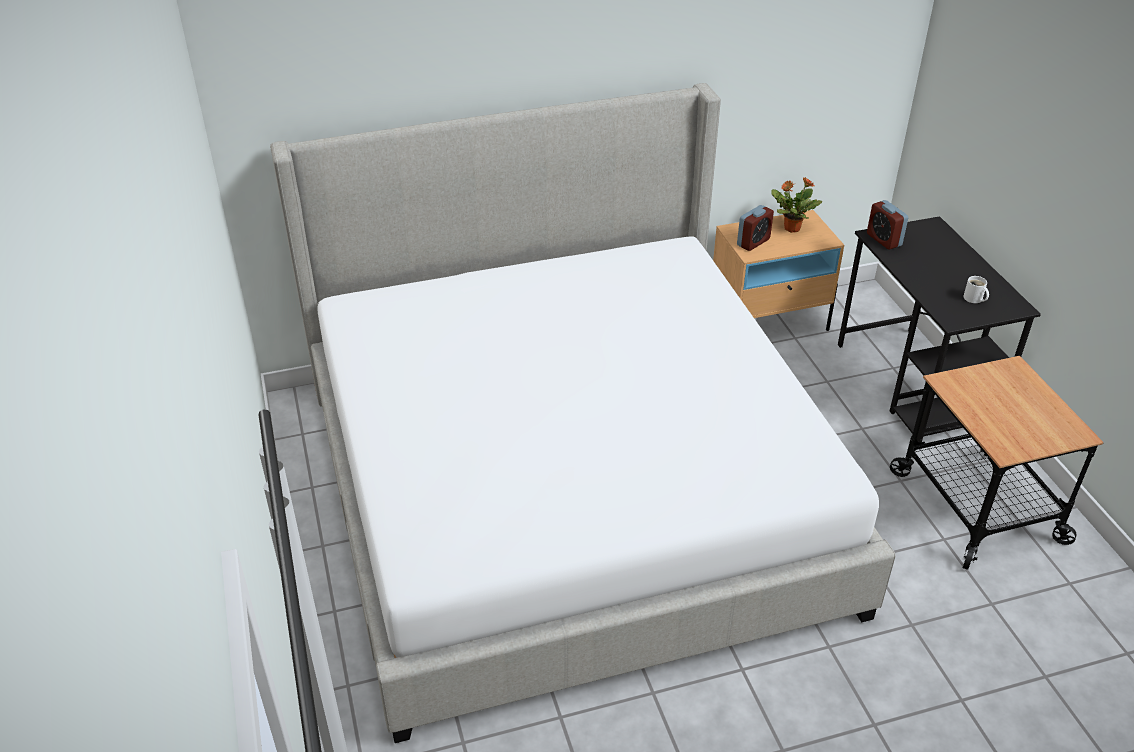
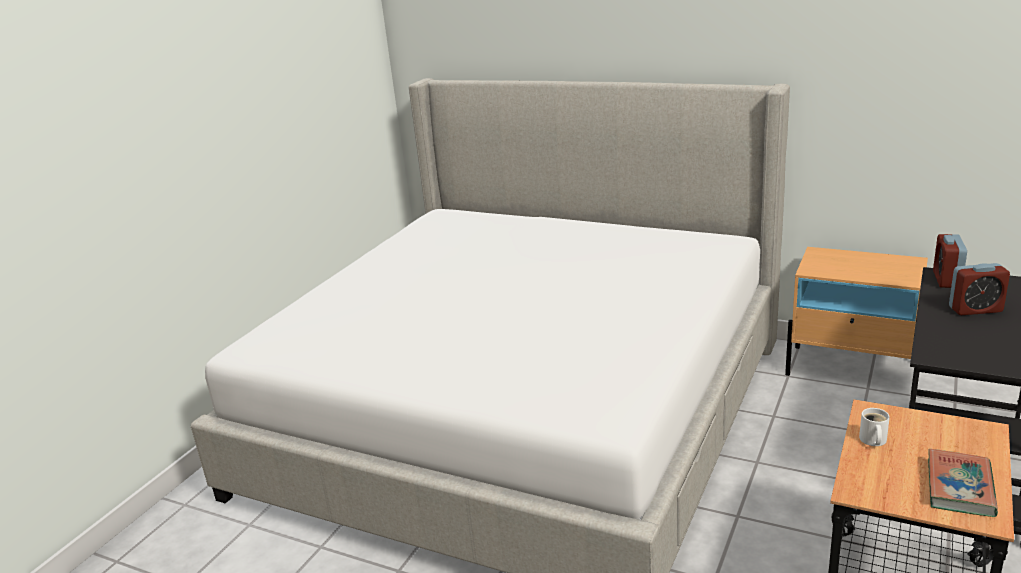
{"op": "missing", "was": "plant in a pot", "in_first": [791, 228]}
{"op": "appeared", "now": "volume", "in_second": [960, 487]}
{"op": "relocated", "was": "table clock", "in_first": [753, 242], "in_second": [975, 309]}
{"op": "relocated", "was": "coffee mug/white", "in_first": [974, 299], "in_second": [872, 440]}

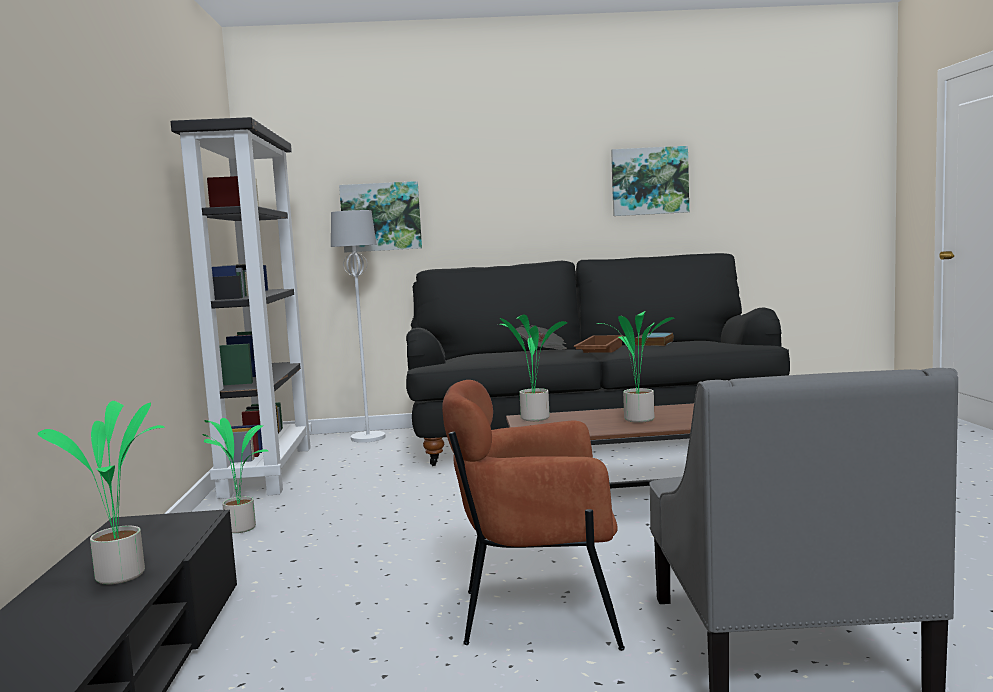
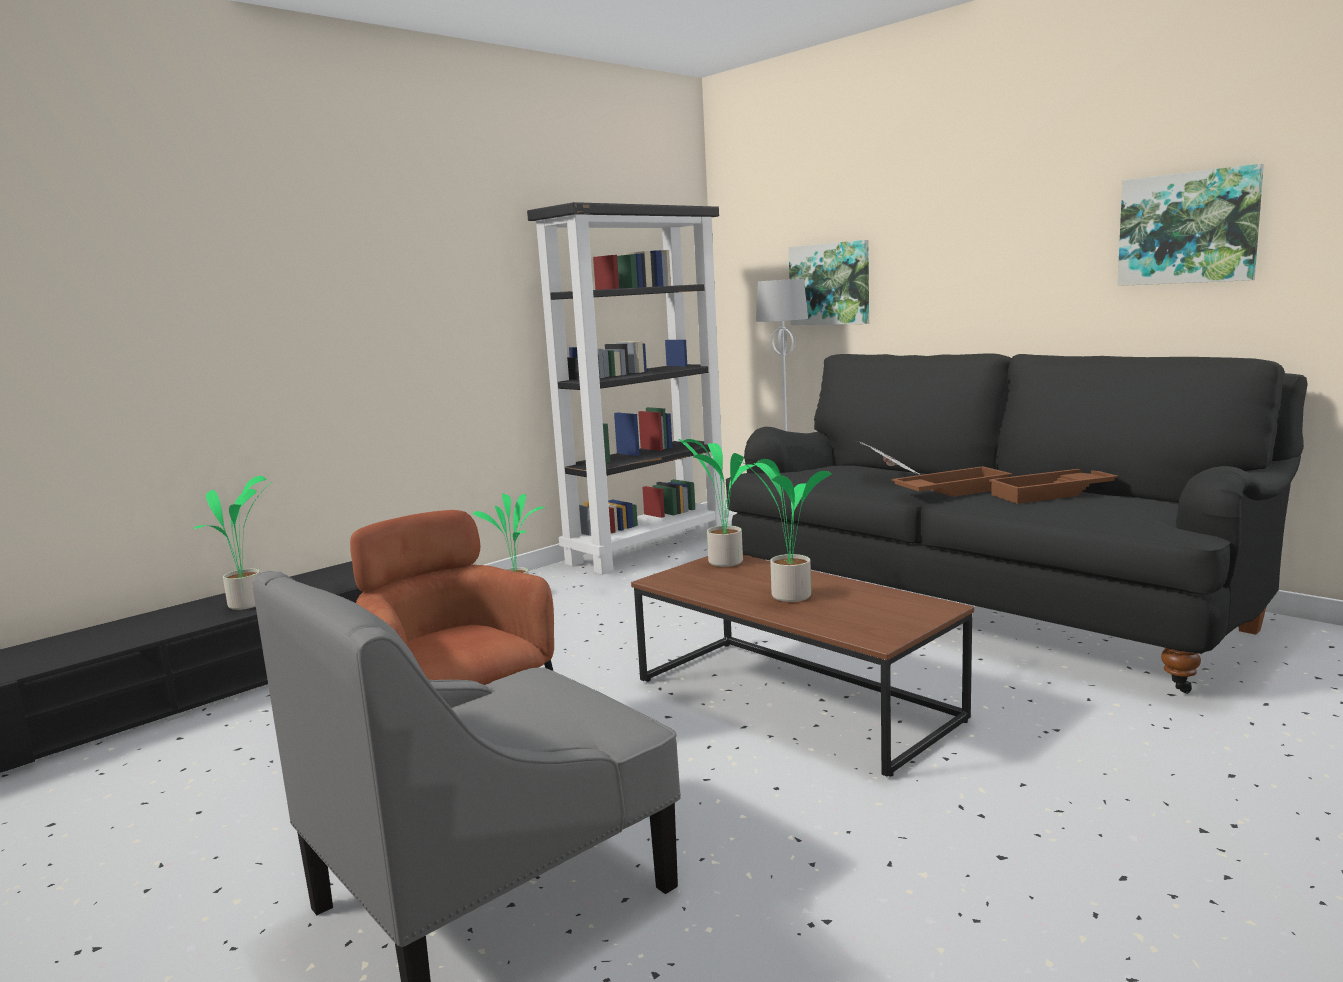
{"op": "exchanged", "was": "volume", "now": "serving tray/brown-coloured", "in_first": [654, 343], "in_second": [1052, 493]}

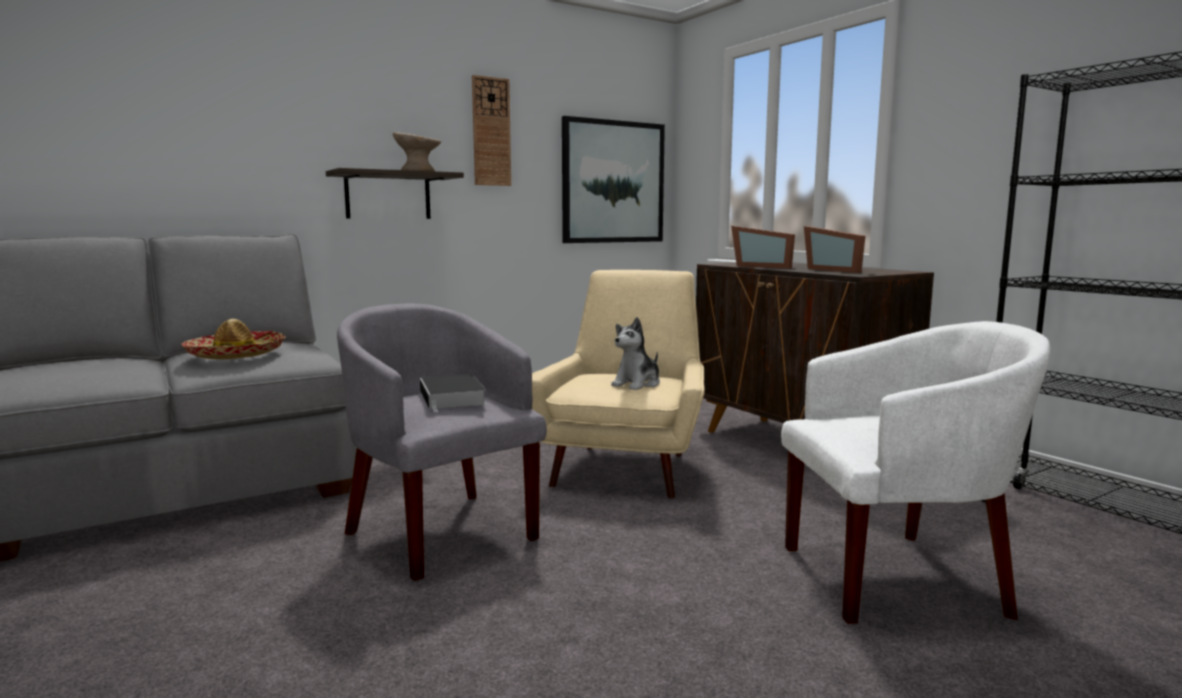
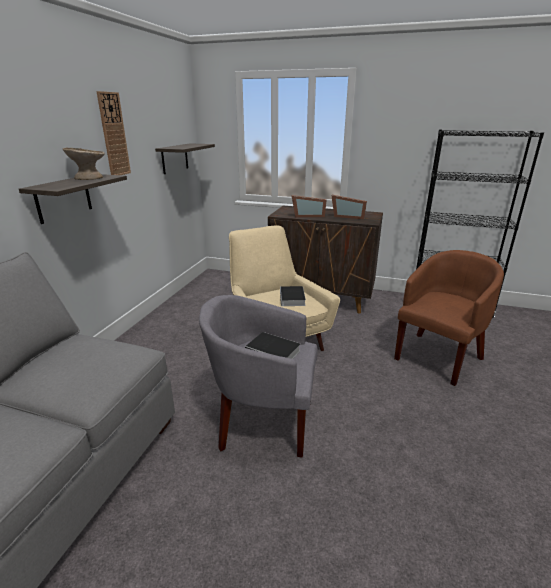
{"op": "missing", "was": "hat", "in_first": [236, 355]}
{"op": "exchanged", "was": "wall picture", "now": "shelf", "in_first": [613, 182], "in_second": [174, 158]}
{"op": "exchanged", "was": "cuddly toy", "now": "volume", "in_first": [637, 384], "in_second": [292, 299]}
{"op": "colour", "was": "armchair/white", "now": "armchair/brown-coloured", "in_first": [897, 577], "in_second": [438, 356]}

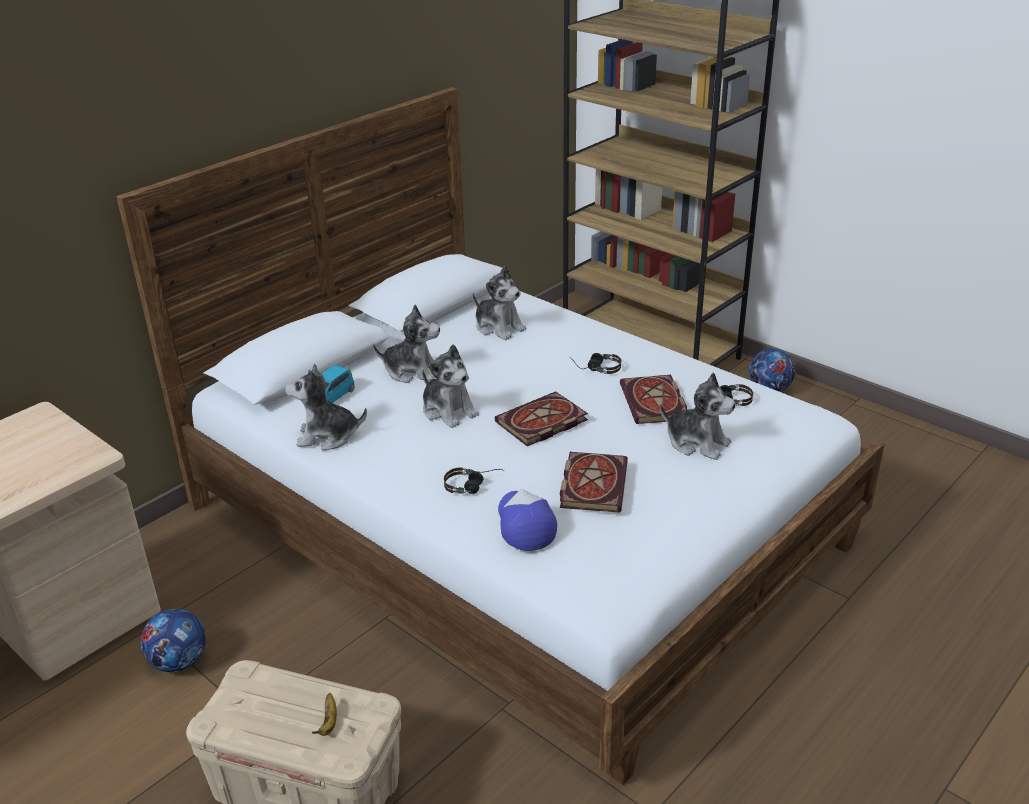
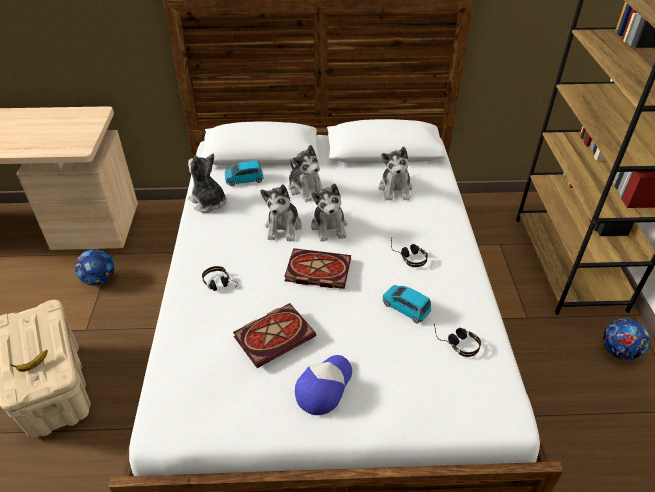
{"op": "relocated", "was": "baseball cap", "in_first": [524, 524], "in_second": [324, 386]}
{"op": "relocated", "was": "cuddly toy", "in_first": [697, 443], "in_second": [329, 227]}
{"op": "exchanged", "was": "volume", "now": "toy car/bluish", "in_first": [655, 403], "in_second": [405, 308]}

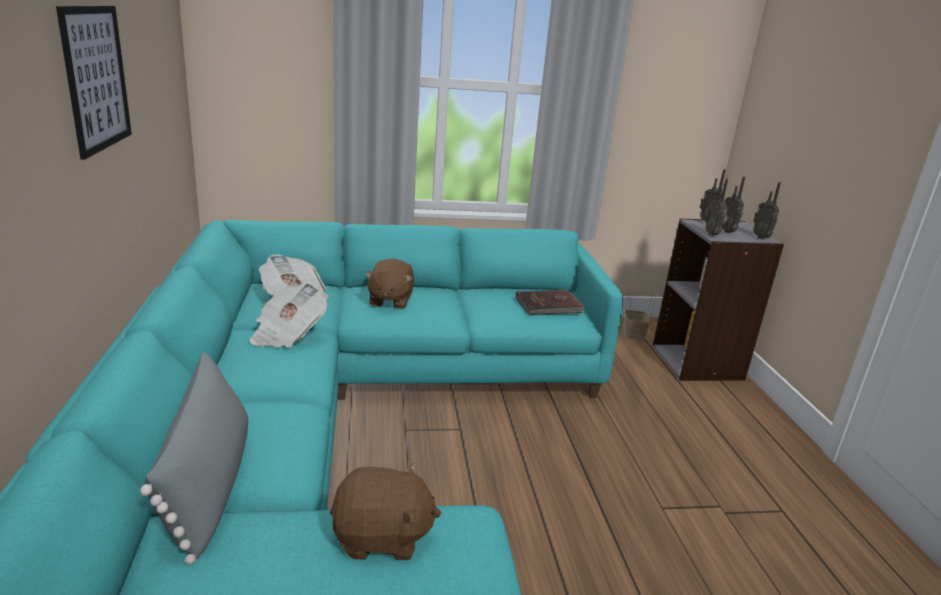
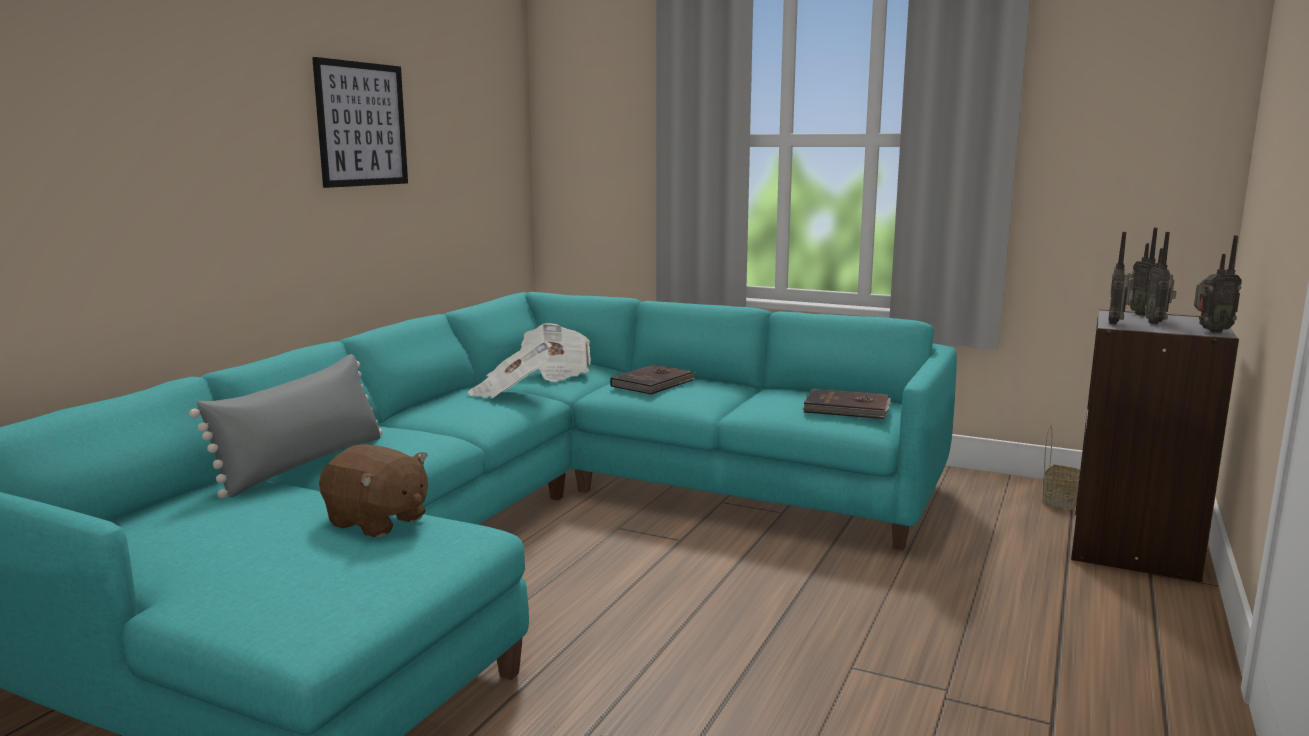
{"op": "exchanged", "was": "cuddly toy/brown-coloured", "now": "volume/brown-coloured", "in_first": [390, 300], "in_second": [654, 383]}
{"op": "spun", "was": "radio set", "in_first": [761, 237], "in_second": [1210, 331], "clockwise": -105}

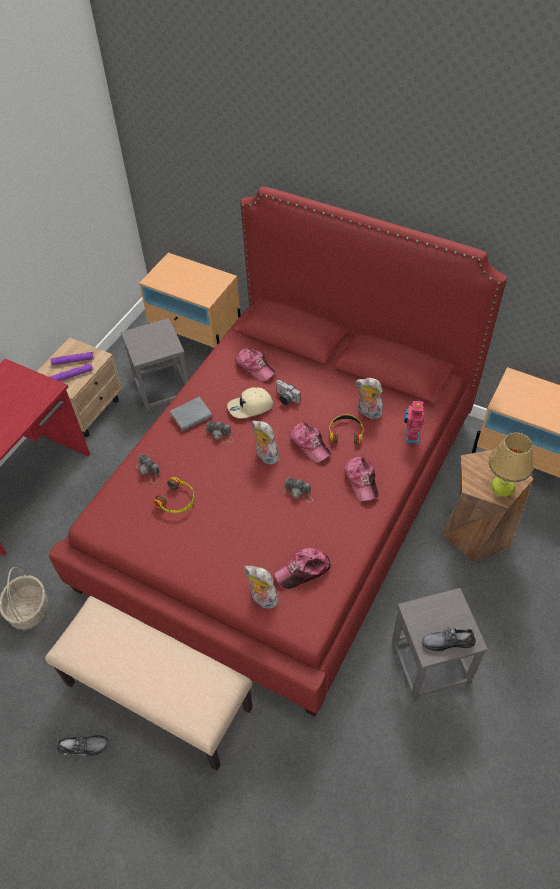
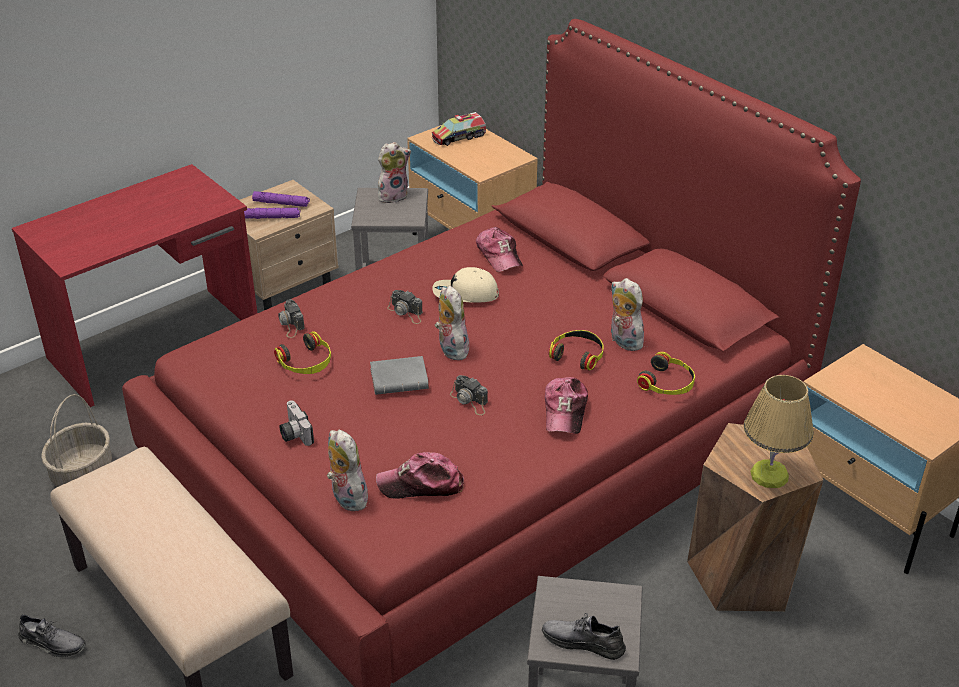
{"op": "missing", "was": "baseball cap", "in_first": [309, 444]}
{"op": "appeared", "now": "cuddly toy", "in_second": [393, 196]}
{"op": "appeared", "now": "toy lorry", "in_second": [459, 137]}
{"op": "relocated", "was": "volume/greyish", "in_first": [191, 415], "in_second": [400, 379]}
{"op": "relocated", "was": "still camera", "in_first": [285, 398], "in_second": [294, 434]}
{"op": "exchanged", "was": "toy robot", "now": "headphones", "in_first": [411, 436], "in_second": [667, 383]}

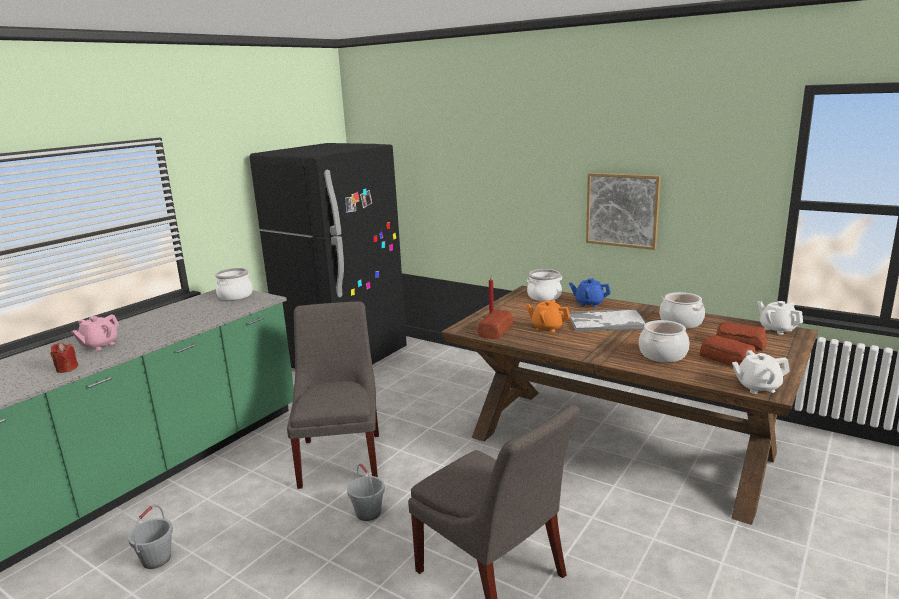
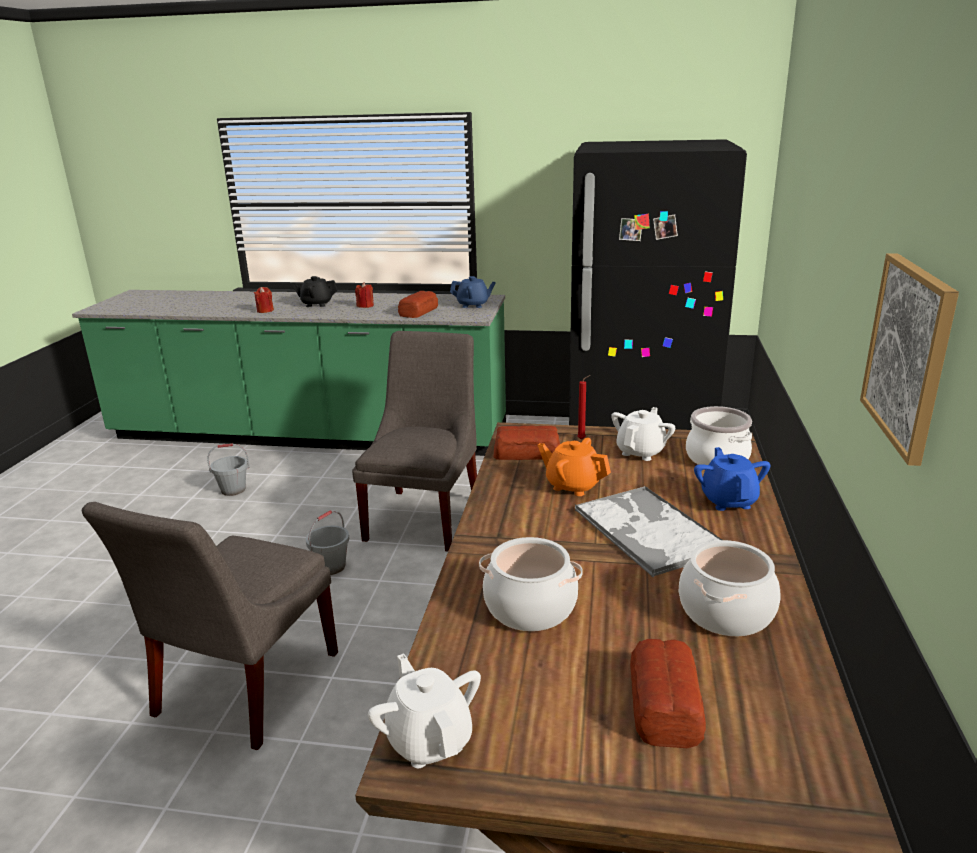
{"op": "appeared", "now": "candle/red", "in_second": [365, 306]}
{"op": "relocated", "was": "bread", "in_first": [726, 359], "in_second": [419, 311]}
{"op": "relocated", "was": "teapot/white", "in_first": [777, 329], "in_second": [641, 452]}
{"op": "exchanged", "was": "saucepot", "now": "teapot/bluish", "in_first": [235, 296], "in_second": [473, 305]}
{"op": "colour", "was": "teapot/pink-coloured", "now": "teapot/black-coloured", "in_first": [99, 345], "in_second": [316, 304]}
{"op": "spun", "was": "chair/greyish", "in_first": [341, 456], "in_second": [426, 516], "clockwise": -45}
{"op": "spun", "was": "teapot/orange", "in_first": [547, 327], "in_second": [573, 485], "clockwise": -60}

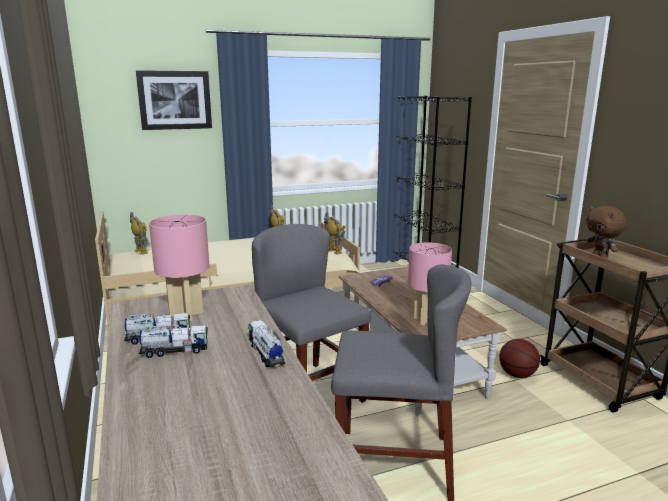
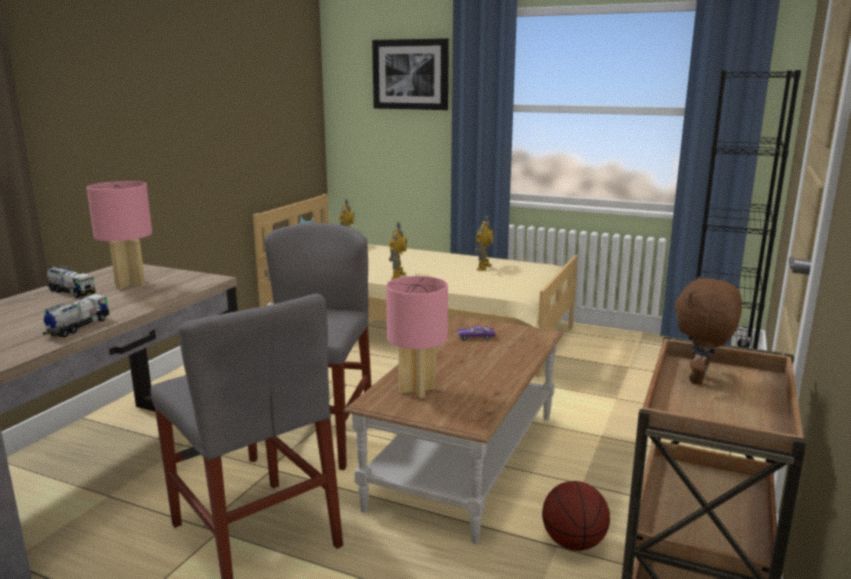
{"op": "missing", "was": "toy lorry", "in_first": [175, 351]}
{"op": "relocated", "was": "toy robot", "in_first": [334, 251], "in_second": [397, 276]}

